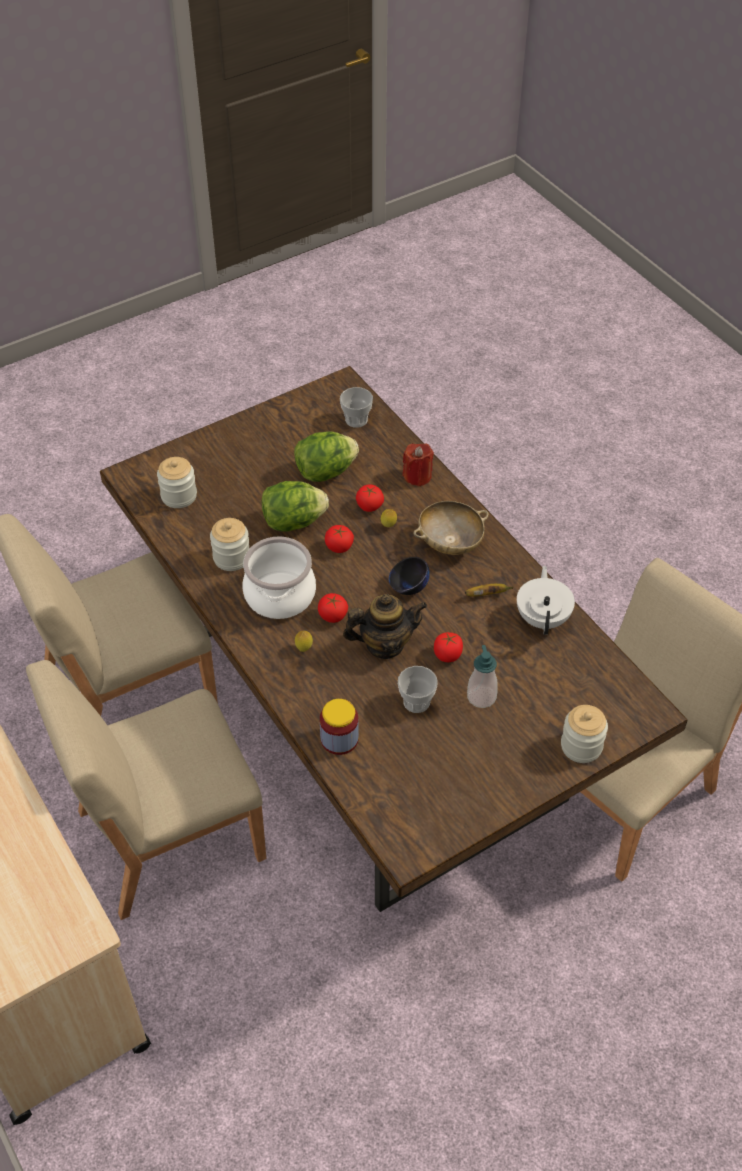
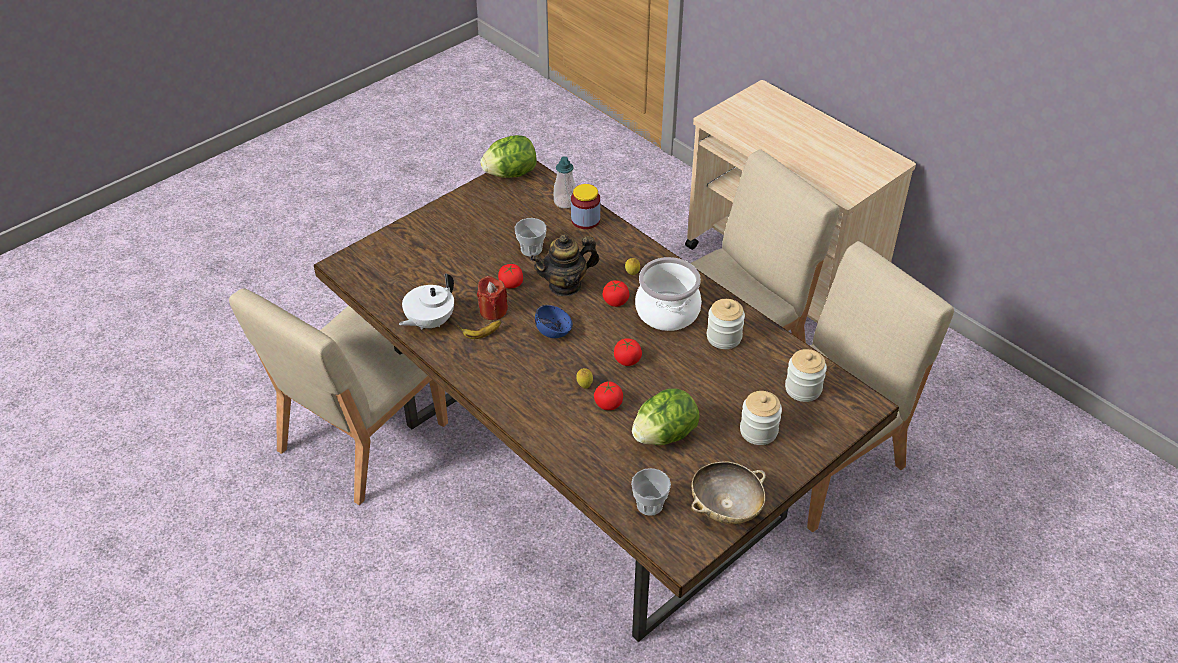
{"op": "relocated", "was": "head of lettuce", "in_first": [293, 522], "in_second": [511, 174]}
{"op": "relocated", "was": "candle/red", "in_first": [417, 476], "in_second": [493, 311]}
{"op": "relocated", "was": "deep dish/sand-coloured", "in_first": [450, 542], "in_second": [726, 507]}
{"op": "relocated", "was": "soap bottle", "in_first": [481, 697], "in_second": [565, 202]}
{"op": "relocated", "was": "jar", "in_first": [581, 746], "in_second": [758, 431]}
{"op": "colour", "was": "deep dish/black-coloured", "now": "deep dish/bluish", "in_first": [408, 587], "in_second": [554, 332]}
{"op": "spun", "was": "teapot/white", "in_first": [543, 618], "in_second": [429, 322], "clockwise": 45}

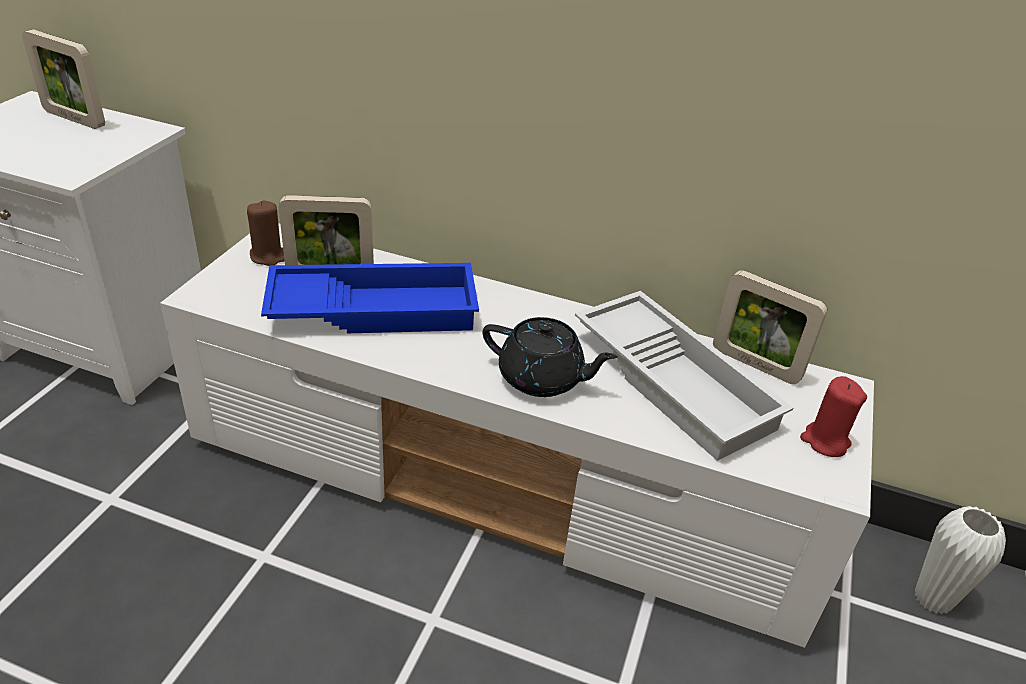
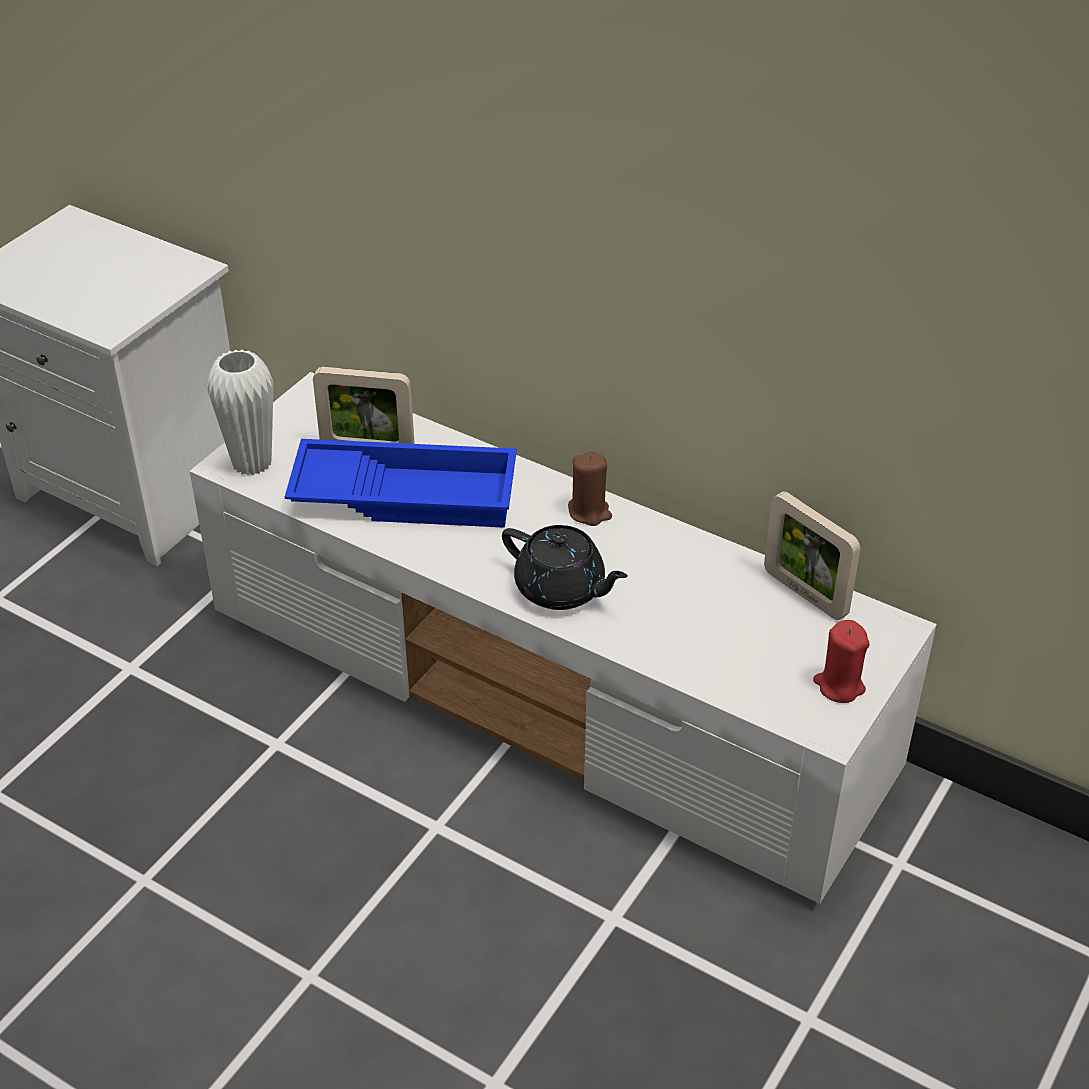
{"op": "missing", "was": "standing frame", "in_first": [74, 119]}
{"op": "missing", "was": "serving tray/white", "in_first": [676, 381]}
{"op": "relocated", "was": "candle/brown-coloured", "in_first": [268, 256], "in_second": [589, 512]}
{"op": "relocated", "was": "flower vase/white", "in_first": [933, 599], "in_second": [252, 463]}

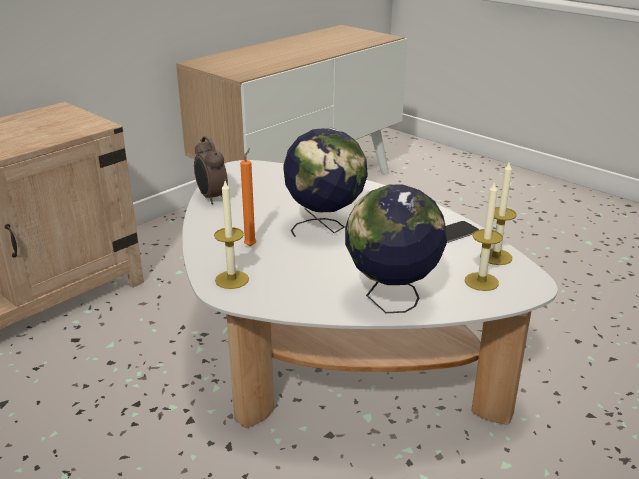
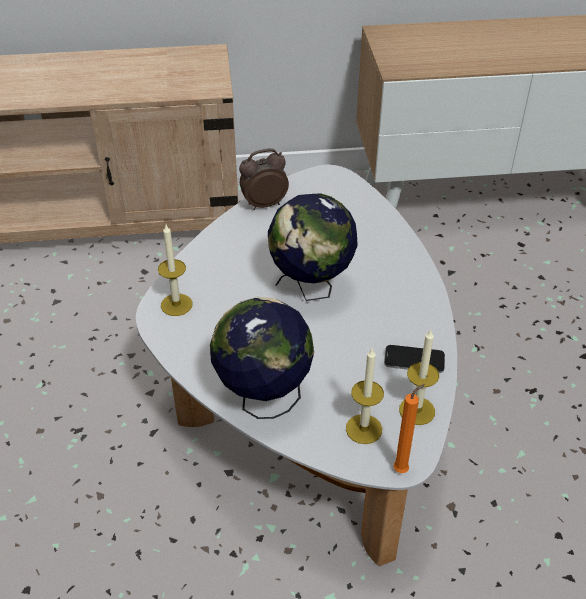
{"op": "relocated", "was": "candle/orange", "in_first": [251, 245], "in_second": [402, 469]}
{"op": "spun", "was": "table clock", "in_first": [211, 198], "in_second": [263, 204], "clockwise": 60}

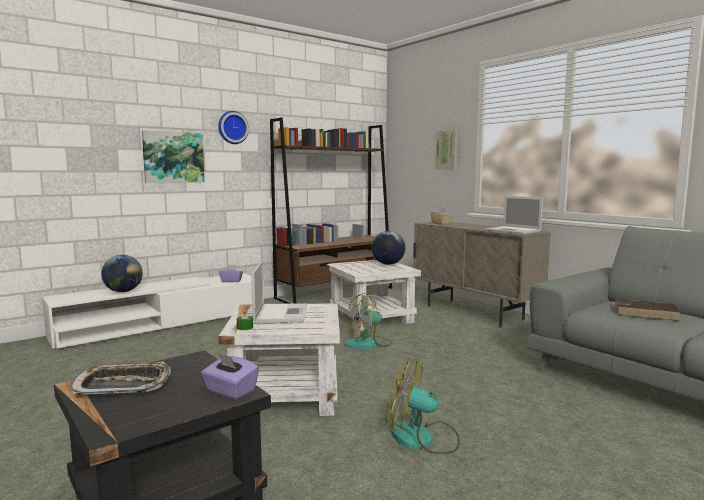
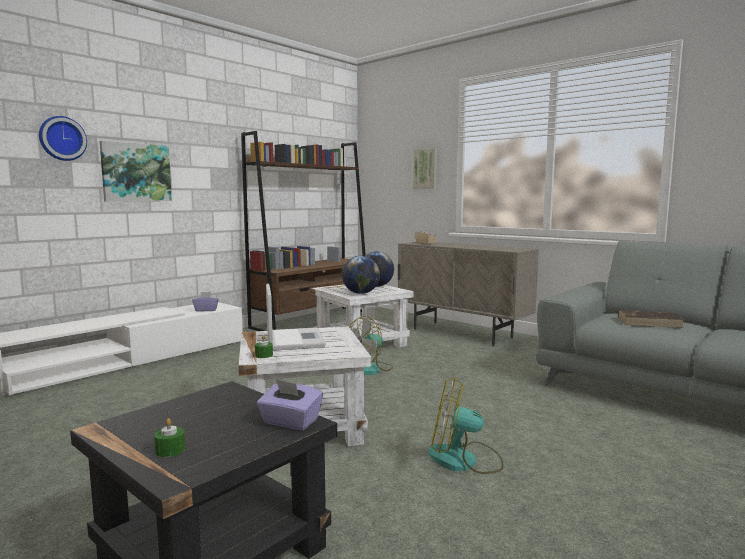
{"op": "missing", "was": "serving tray", "in_first": [123, 385]}
{"op": "missing", "was": "laptop", "in_first": [514, 231]}
{"op": "appeared", "now": "candle/greenish", "in_second": [170, 450]}
{"op": "relocated", "was": "world globe", "in_first": [123, 291], "in_second": [361, 293]}
{"op": "relocated", "was": "wall clock", "in_first": [232, 127], "in_second": [62, 138]}

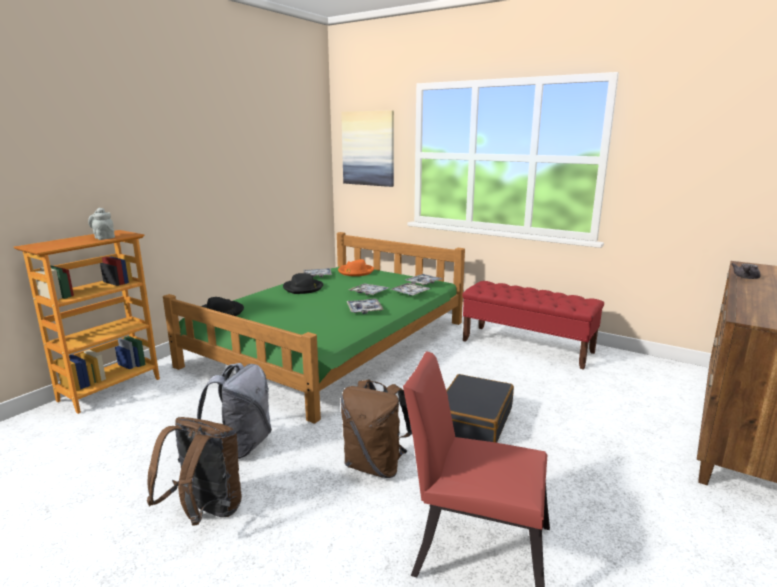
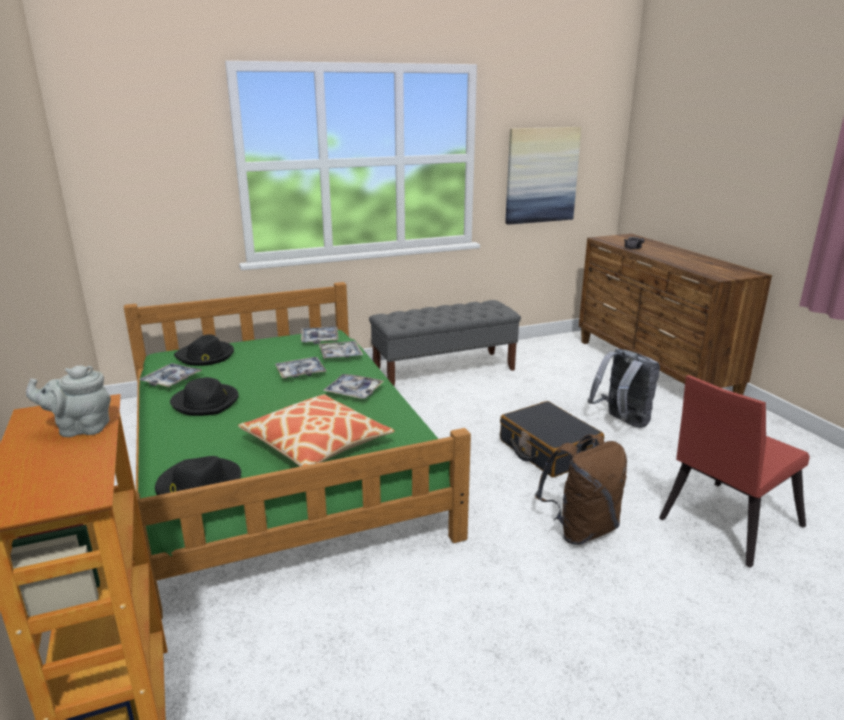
{"op": "missing", "was": "backpack/brown-coloured", "in_first": [205, 513]}
{"op": "appeared", "now": "pillow", "in_second": [317, 443]}
{"op": "relocated", "was": "backpack/greyish", "in_first": [242, 445], "in_second": [621, 422]}
{"op": "relocated", "was": "wall picture", "in_first": [368, 148], "in_second": [541, 175]}
{"op": "colour", "was": "hat/orange", "now": "hat/black-coloured", "in_first": [355, 272], "in_second": [205, 356]}
{"op": "colour", "was": "bench/red", "now": "bench/greyish", "in_first": [527, 346], "in_second": [444, 370]}

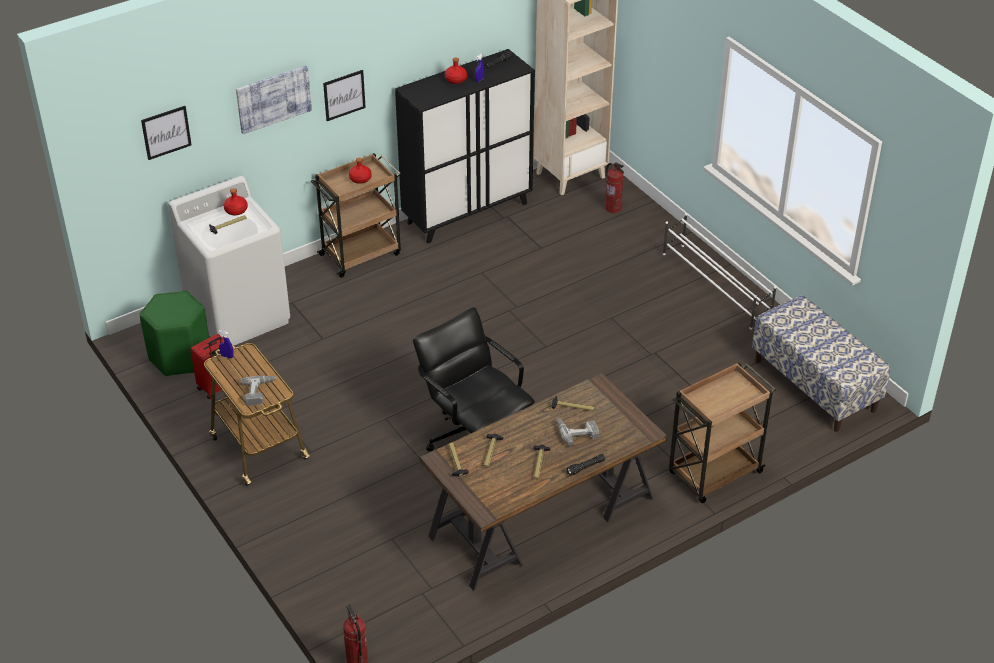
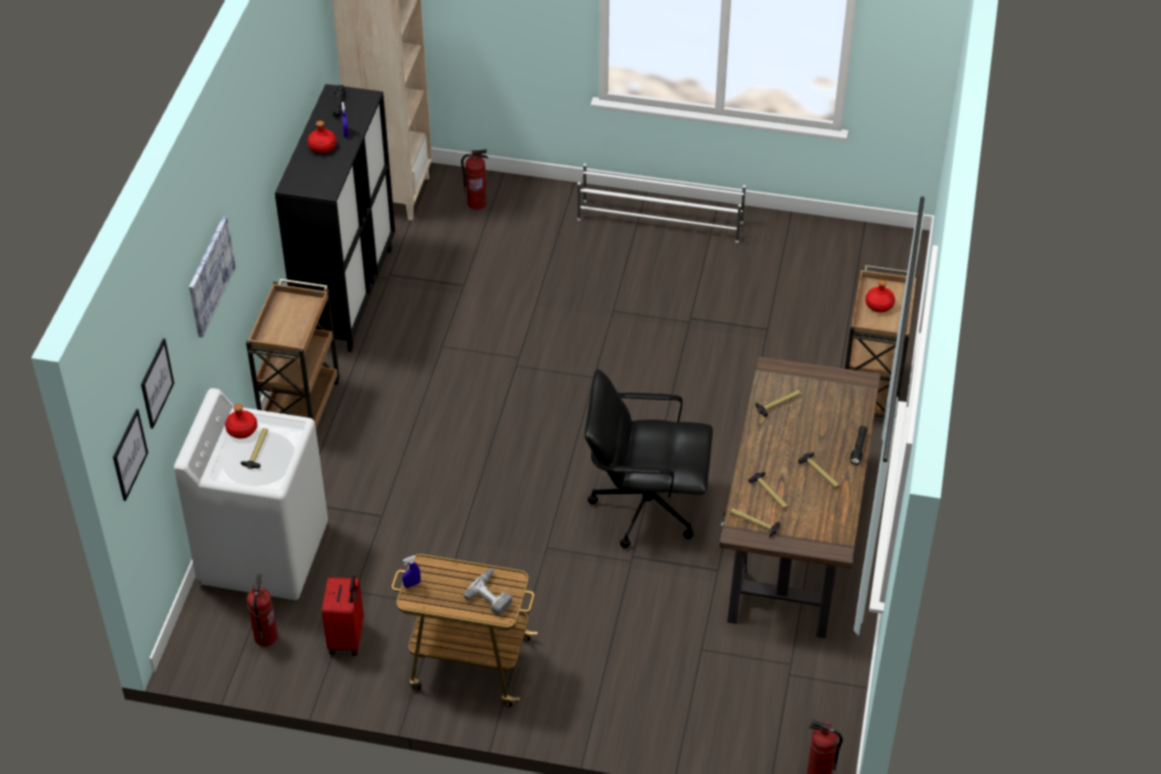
{"op": "missing", "was": "drill", "in_first": [577, 431]}
{"op": "missing", "was": "bench", "in_first": [815, 385]}
{"op": "relocated", "was": "wall picture", "in_first": [344, 95], "in_second": [129, 454]}
{"op": "relocated", "was": "drink bottle/red", "in_first": [360, 178], "in_second": [879, 304]}
{"op": "exchanged", "was": "stool/greenish", "now": "extinguisher", "in_first": [180, 357], "in_second": [265, 637]}

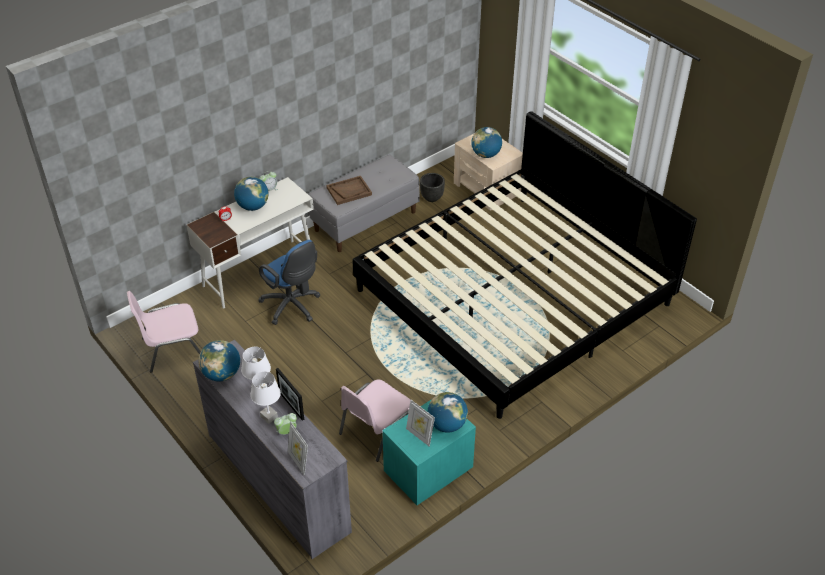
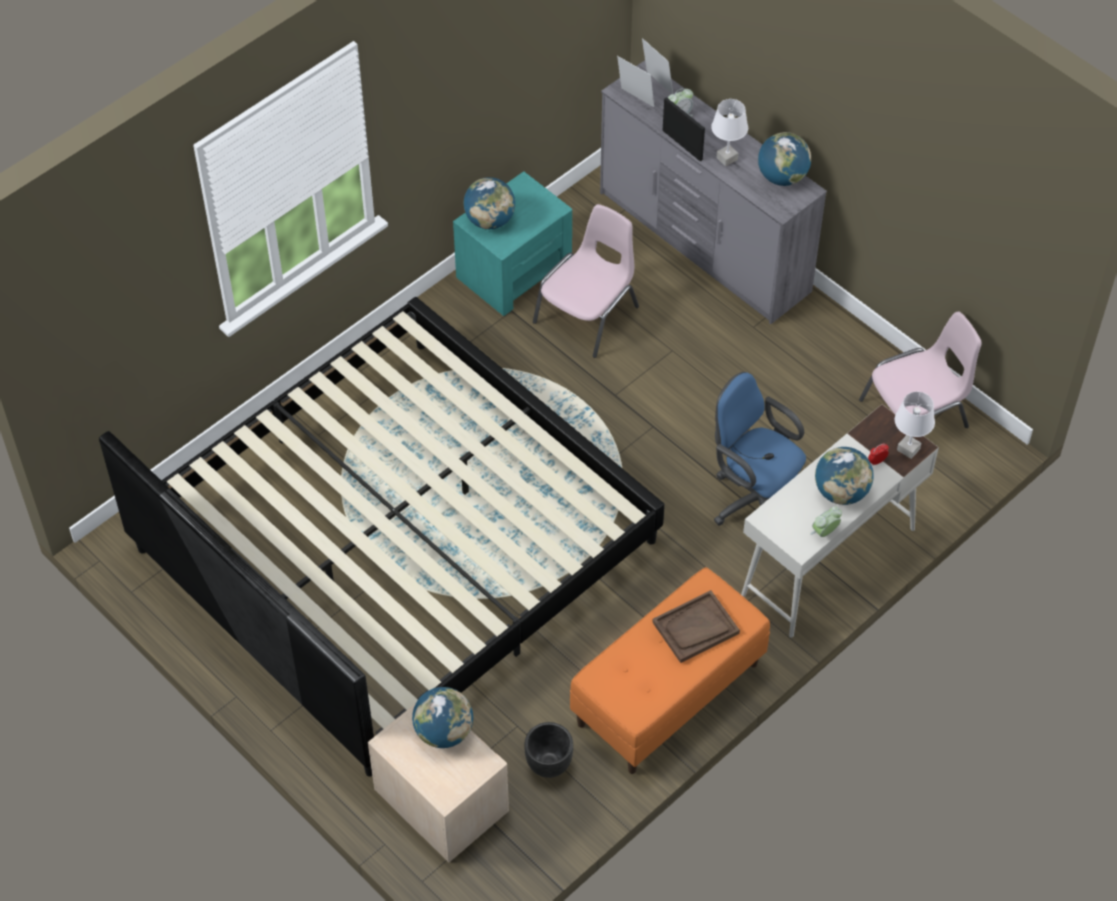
{"op": "relocated", "was": "table lamp/white", "in_first": [269, 417], "in_second": [908, 449]}
{"op": "relocated", "was": "standing frame", "in_first": [420, 435], "in_second": [635, 100]}
{"op": "colour", "was": "bench/greyish", "now": "bench/orange", "in_first": [365, 221], "in_second": [668, 695]}

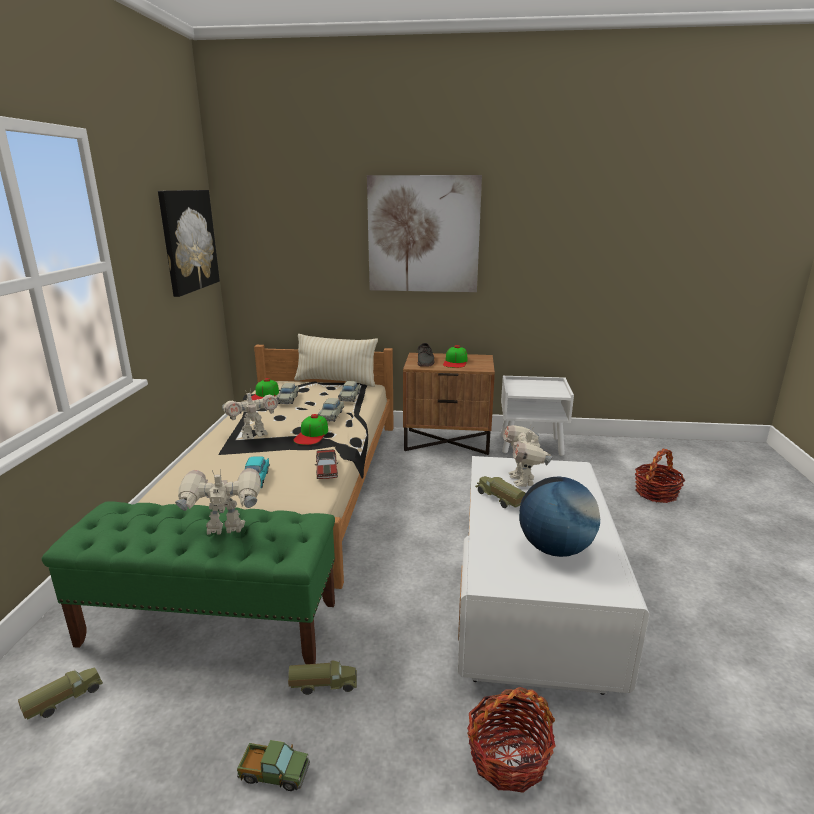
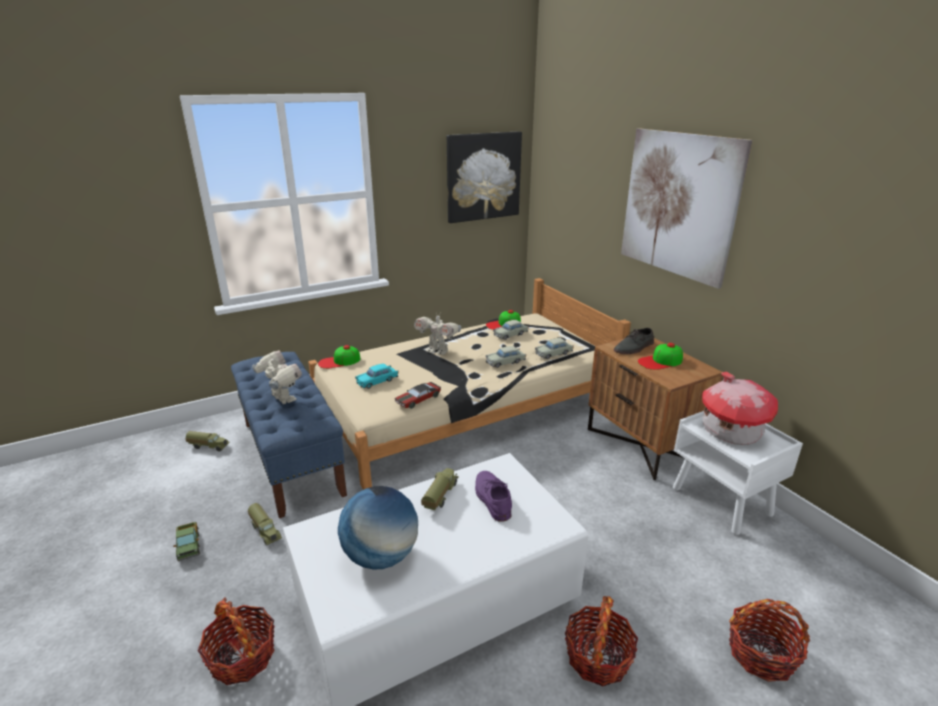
{"op": "missing", "was": "pillow/sand-coloured", "in_first": [336, 381]}
{"op": "appeared", "now": "basket", "in_second": [598, 657]}
{"op": "appeared", "now": "miniature house", "in_second": [730, 431]}
{"op": "relocated", "was": "baseball cap", "in_first": [312, 435], "in_second": [339, 361]}
{"op": "exchanged", "was": "toy robot", "now": "item of footwear/purple-coloured", "in_first": [523, 480], "in_second": [492, 498]}
{"op": "colour", "was": "bench/greenish", "now": "bench/bluish", "in_first": [211, 623], "in_second": [292, 457]}

